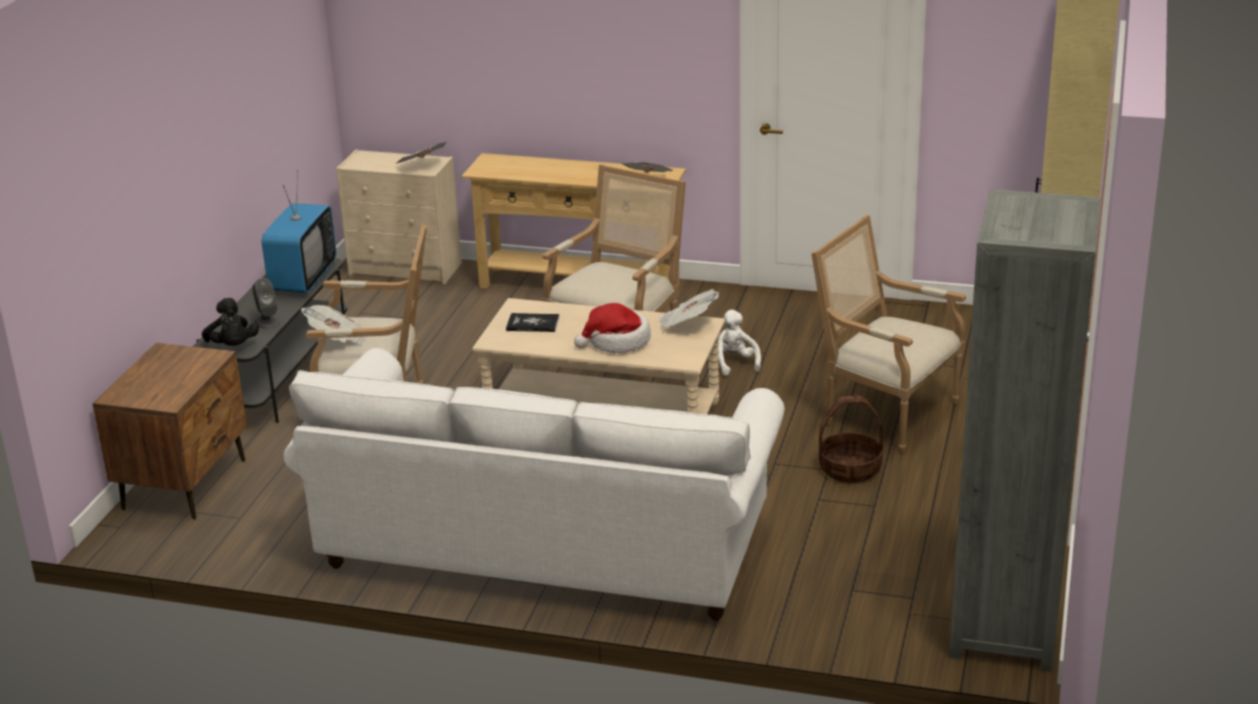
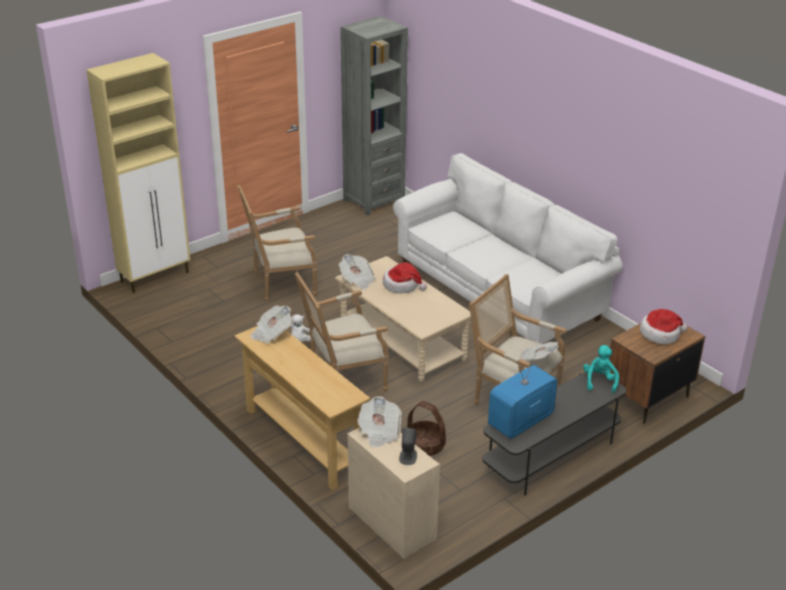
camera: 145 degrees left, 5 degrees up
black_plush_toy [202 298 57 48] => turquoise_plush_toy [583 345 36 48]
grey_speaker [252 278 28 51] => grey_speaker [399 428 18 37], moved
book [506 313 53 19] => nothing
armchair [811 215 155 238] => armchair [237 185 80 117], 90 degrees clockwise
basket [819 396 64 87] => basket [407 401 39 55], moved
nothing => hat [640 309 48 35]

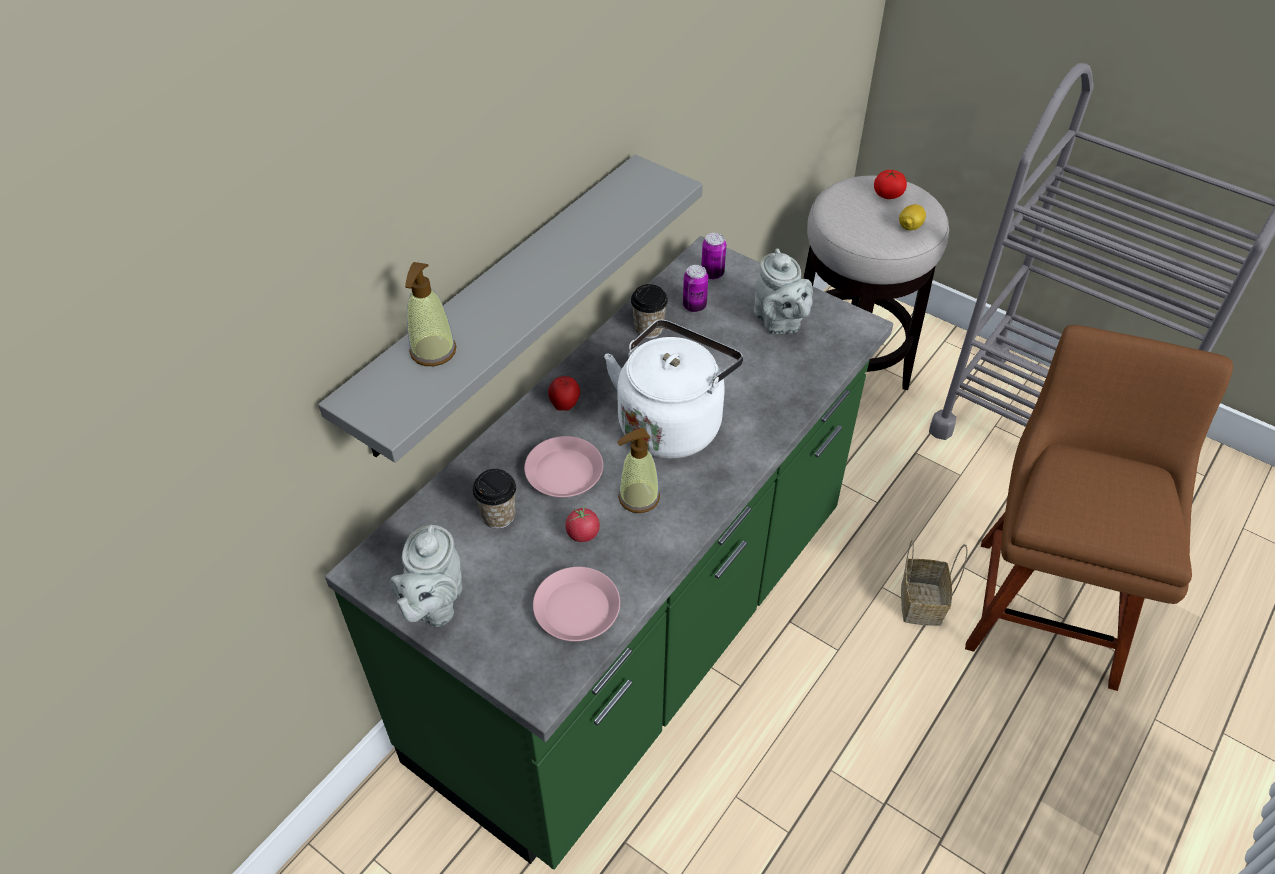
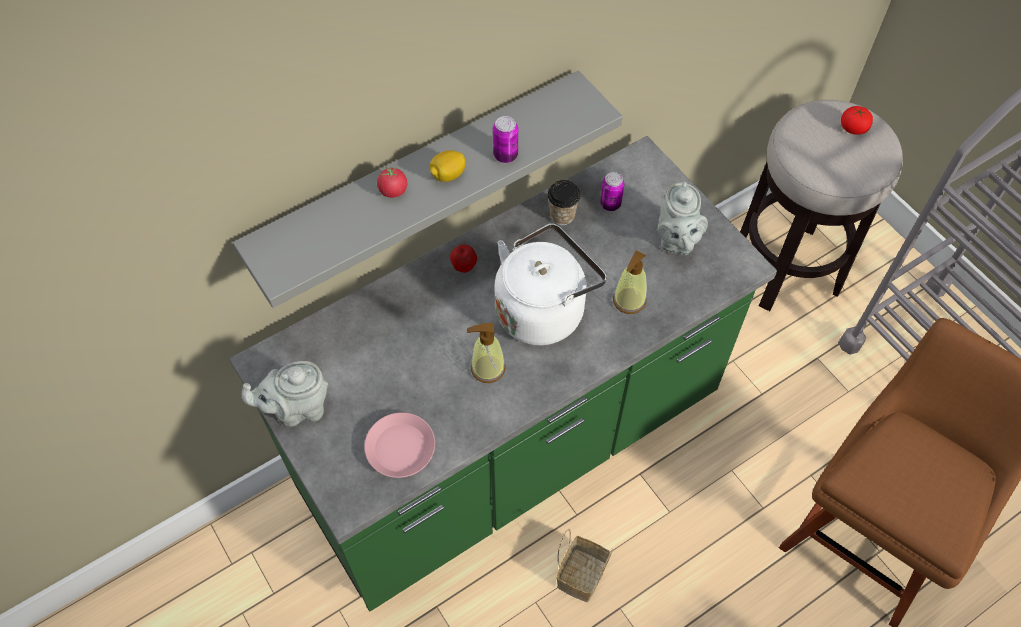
camera: 20 degrees right, 10 degrees up
grey_teapot [390 525 72 102] => grey_teapot [241 361 87 66], 45 degrees clockwise
soap_dispenser [405 262 52 104] => soap_dispenser [613 250 34 64], moved
cup [473 469 43 60] => nothing
pink_plate [524 436 79 61] => nothing
tomato [565 504 35 38] => tomato [377 166 30 32], moved
can [701 233 25 46] => can [493 116 25 47], moved
lemon [899 204 27 27] => lemon [430 150 36 32], moved
basket [901 540 66 86] => basket [556 529 57 73], moved

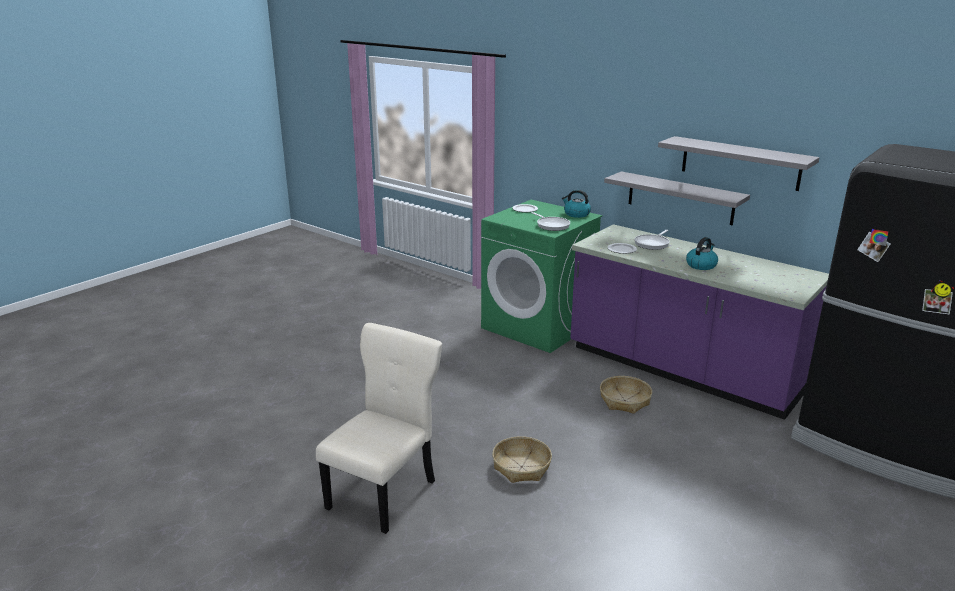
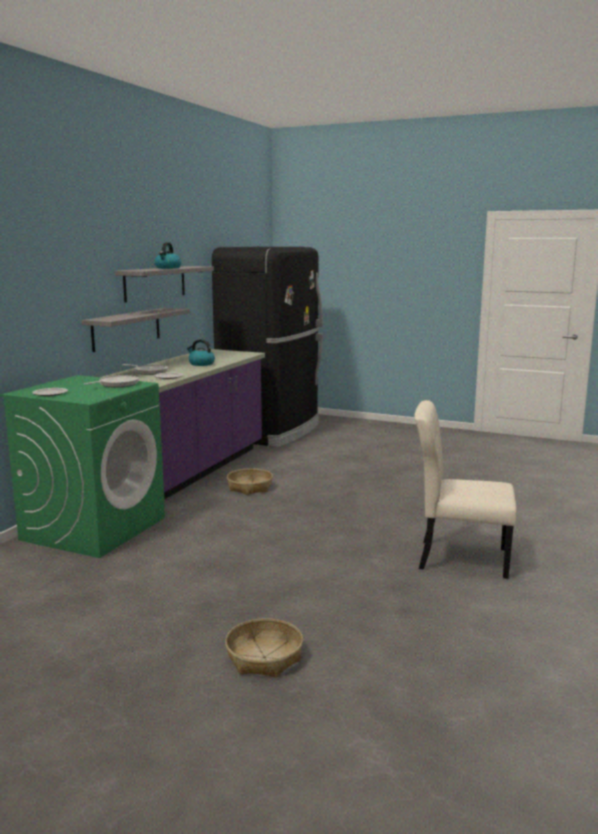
camera: 105 degrees left, 10 degrees down
basket [492 436 60 47] => basket [225 618 78 59], moved
kettle [562 190 29 28] => kettle [155 242 26 27], moved

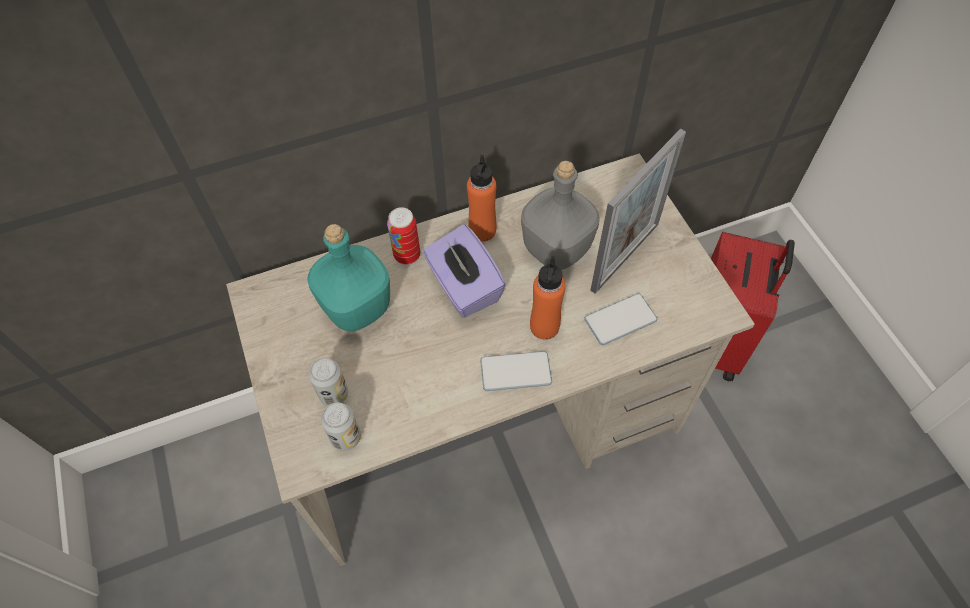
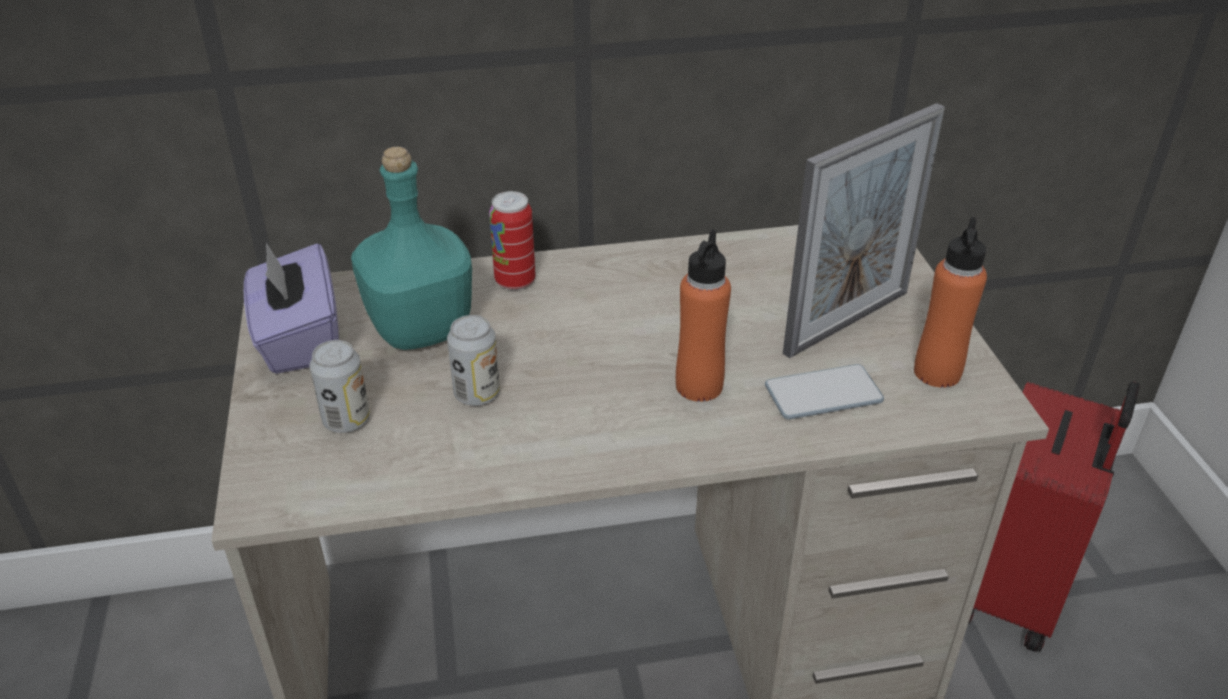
camera: 10 degrees right, 20 degrees down
can [321 402 40 49] => can [447 315 53 91], moved
purple_tissue_box [423 224 83 94] => purple_tissue_box [244 243 95 131], moved
orange_bottle [467 155 30 87] => orange_bottle [914 217 73 171], moved
phone [480 351 72 40] => nothing
grey_bottle [521 161 79 109] => nothing

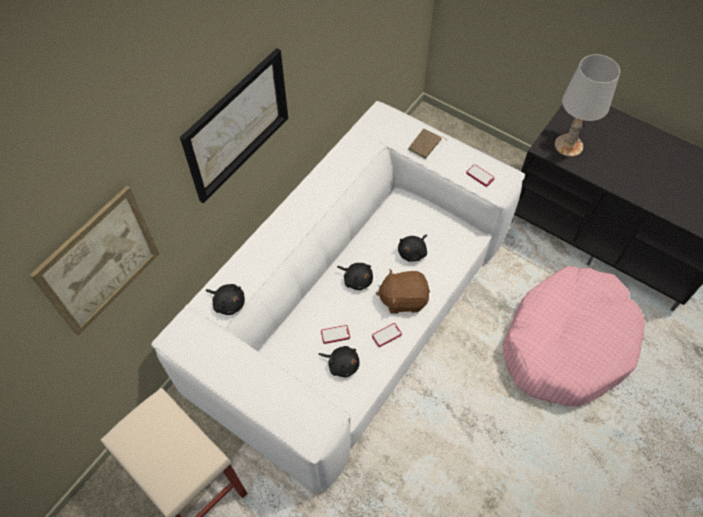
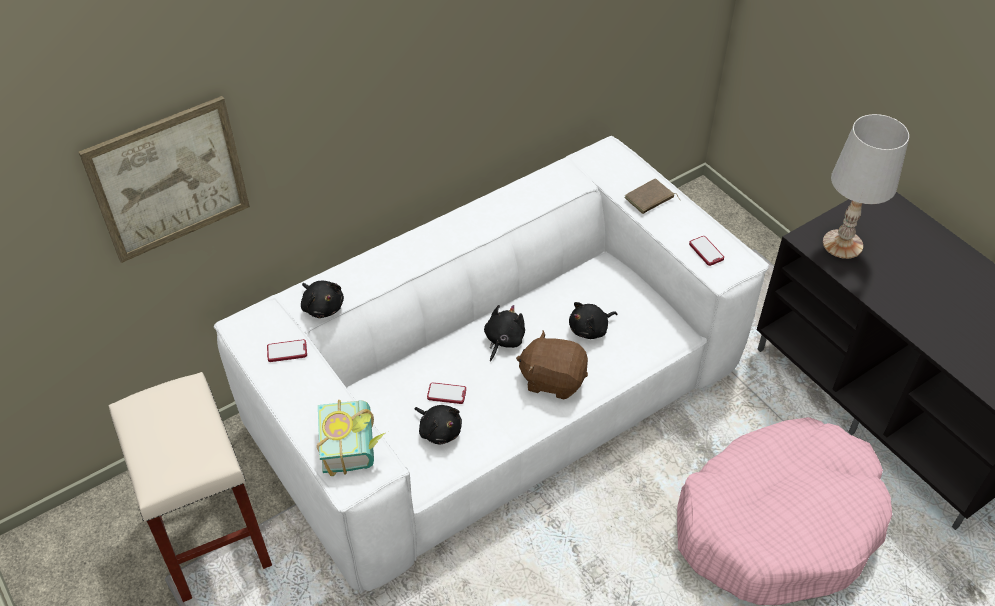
camera: 20 degrees right, 10 degrees down
picture [180 48 108 156] => nothing
black_plush_toy [337 263 36 27] => black_plush_toy [484 305 41 57], 120 degrees counterclockwise
phone [372 323 30 24] => phone [267 339 40 23], moved
nothing => book [317 400 68 76]

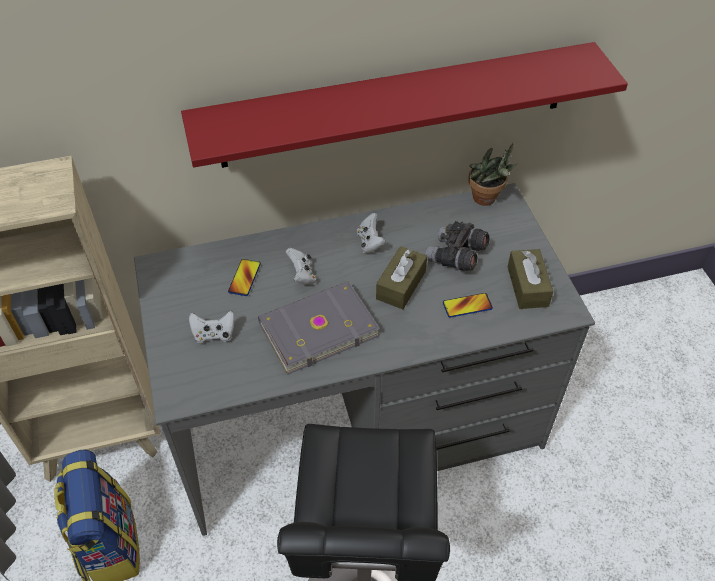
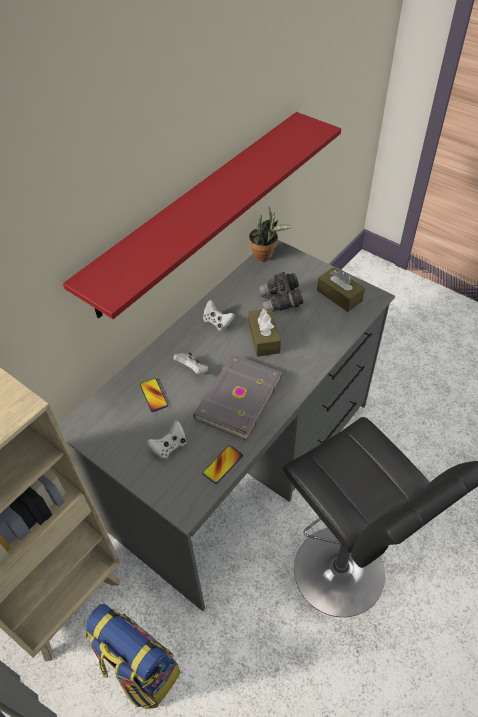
camera: 35 degrees left, 0 degrees up
phone [443 293 50 25] => phone [202 445 41 39], moved

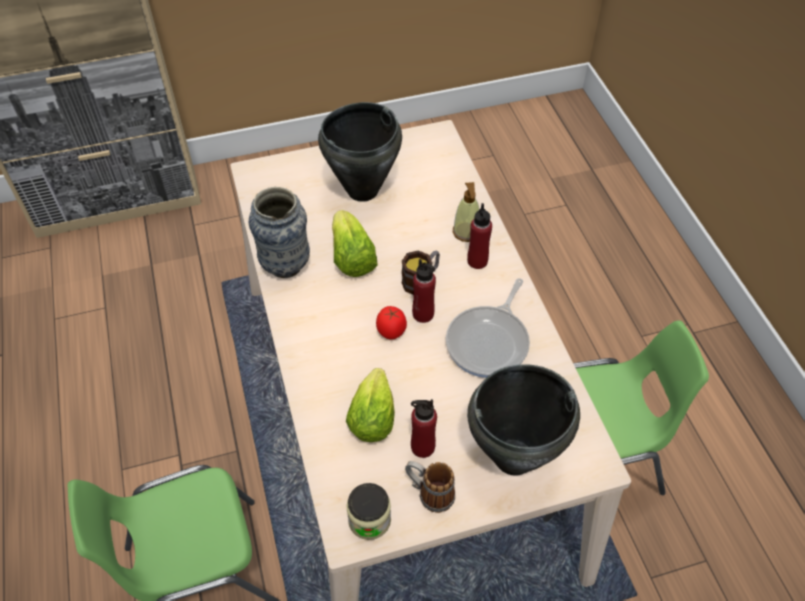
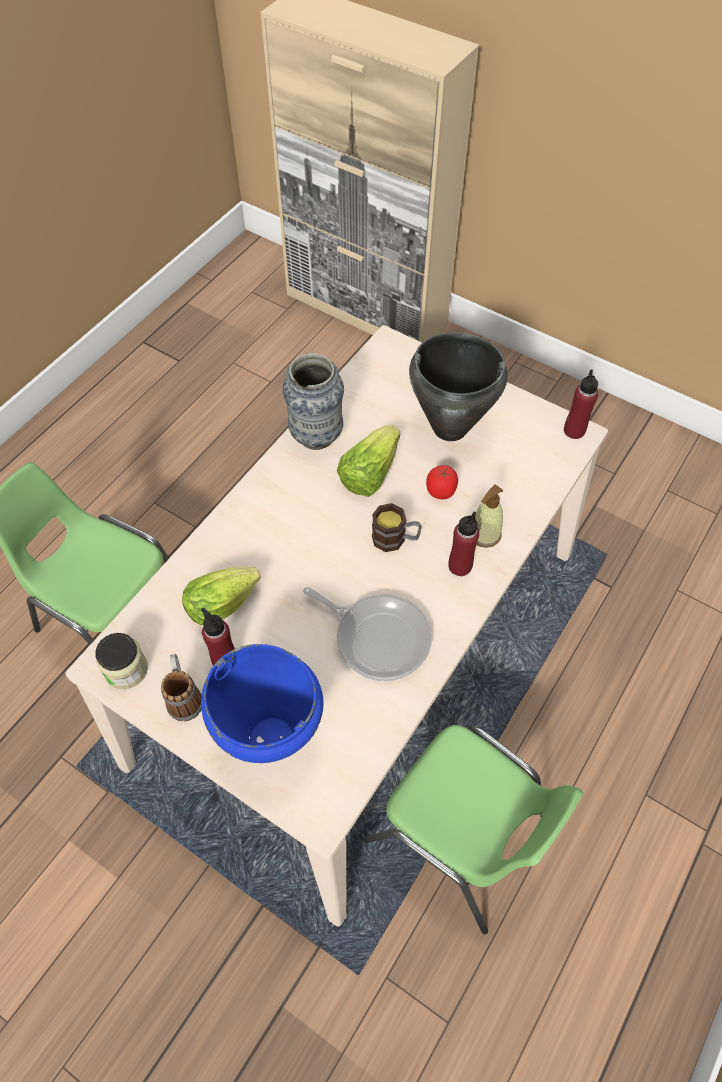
camera: 50 degrees right, 5 degrees up
tomato [376 306 31 34] => tomato [426 465 32 34], moved
red_bottle [412 259 24 64] => red_bottle [564 370 34 69], moved
frying_pan [446 278 84 100] => frying_pan [303 587 129 94], 135 degrees counterclockwise
black_cooking_pot [467 364 113 112] => blue_cooking_pot [201 644 123 119]

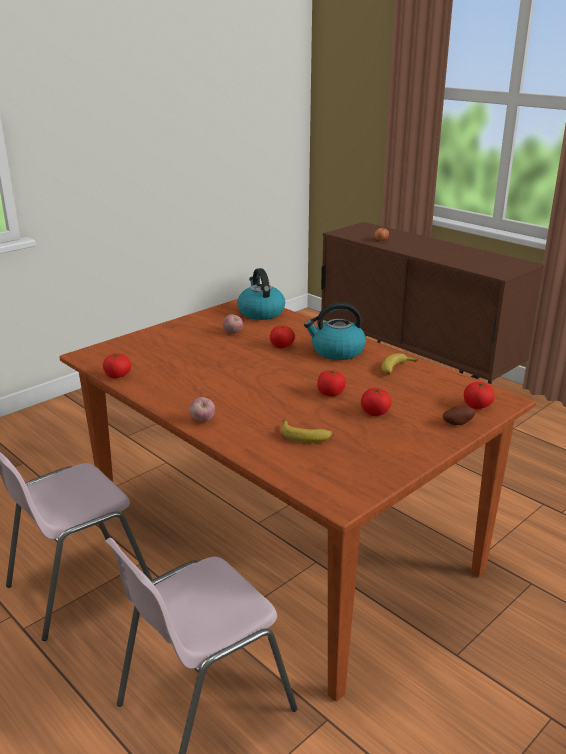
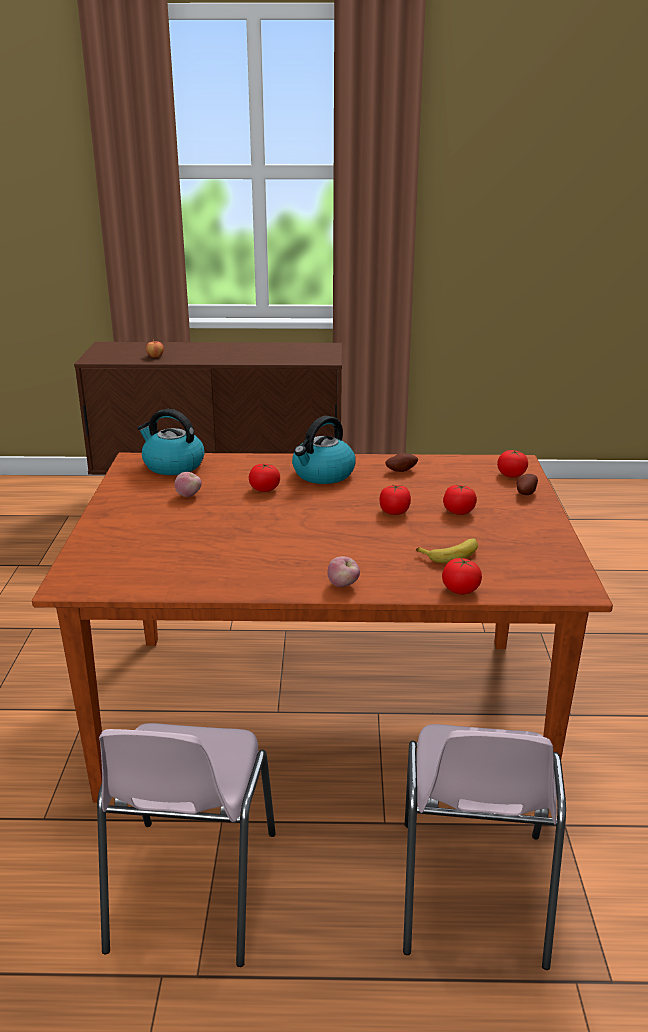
camera: 45 degrees left, 0 degrees up
tomato [103 353 28 25] => tomato [442 558 40 37], moved
banana [381 353 37 22] => potato [385 453 33 19]

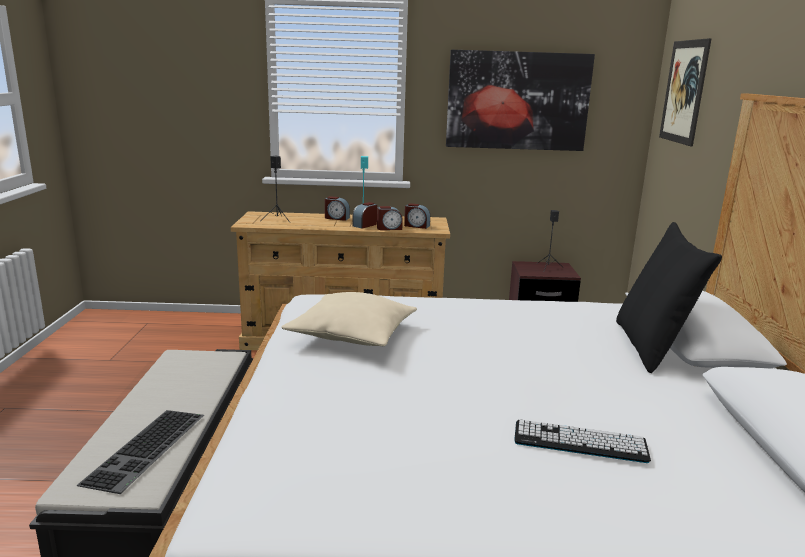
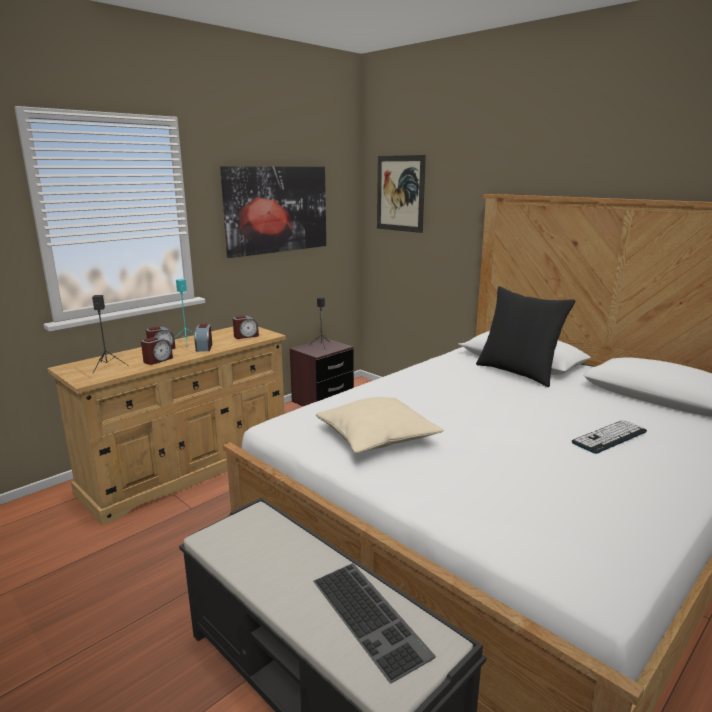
camera: 45 degrees left, 0 degrees up
alarm_clock [377 206 26 24] => alarm_clock [141 337 32 28], moved

